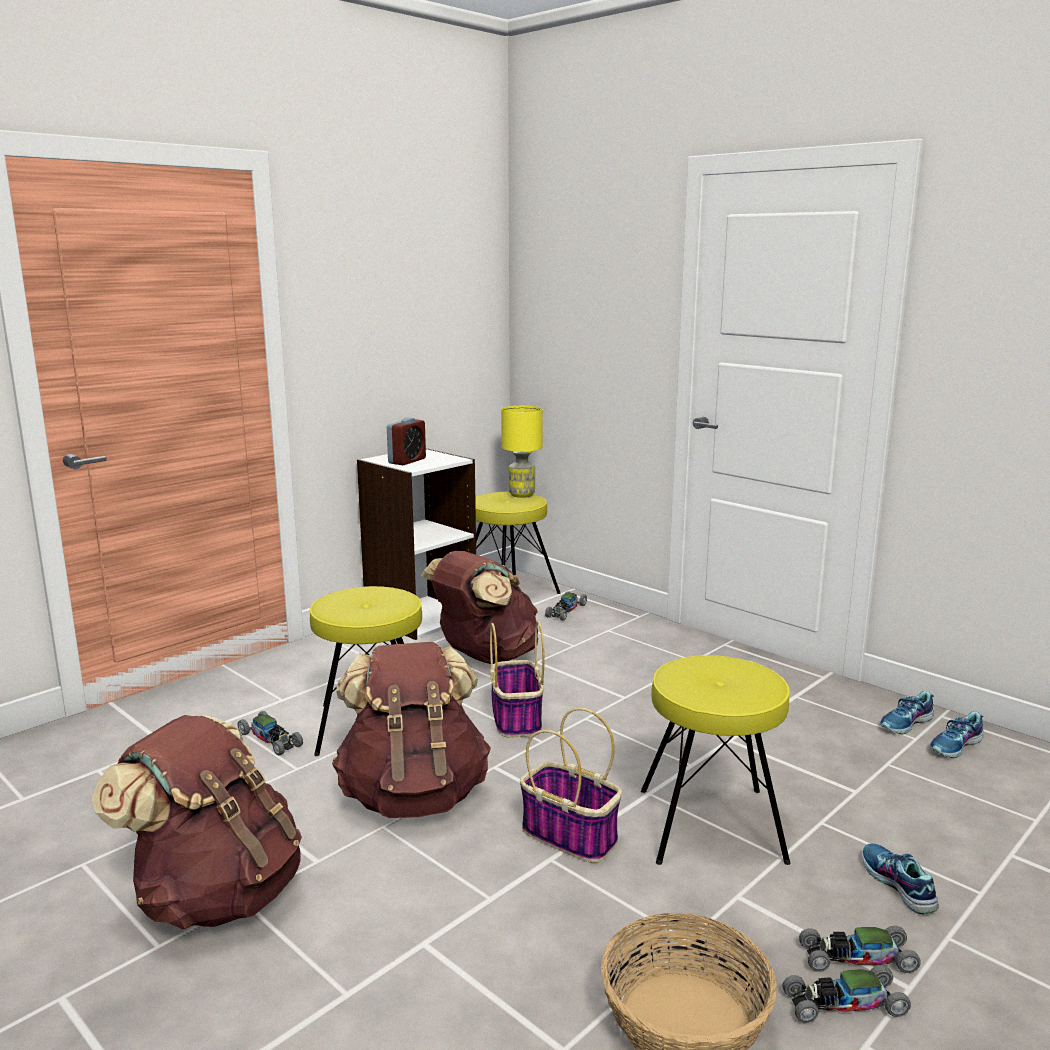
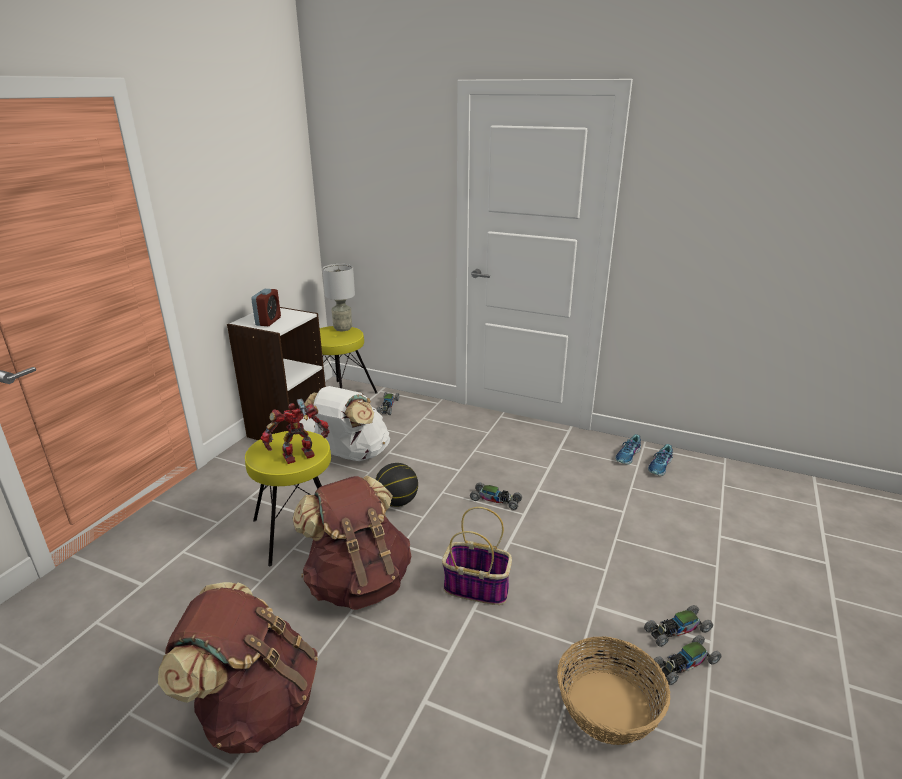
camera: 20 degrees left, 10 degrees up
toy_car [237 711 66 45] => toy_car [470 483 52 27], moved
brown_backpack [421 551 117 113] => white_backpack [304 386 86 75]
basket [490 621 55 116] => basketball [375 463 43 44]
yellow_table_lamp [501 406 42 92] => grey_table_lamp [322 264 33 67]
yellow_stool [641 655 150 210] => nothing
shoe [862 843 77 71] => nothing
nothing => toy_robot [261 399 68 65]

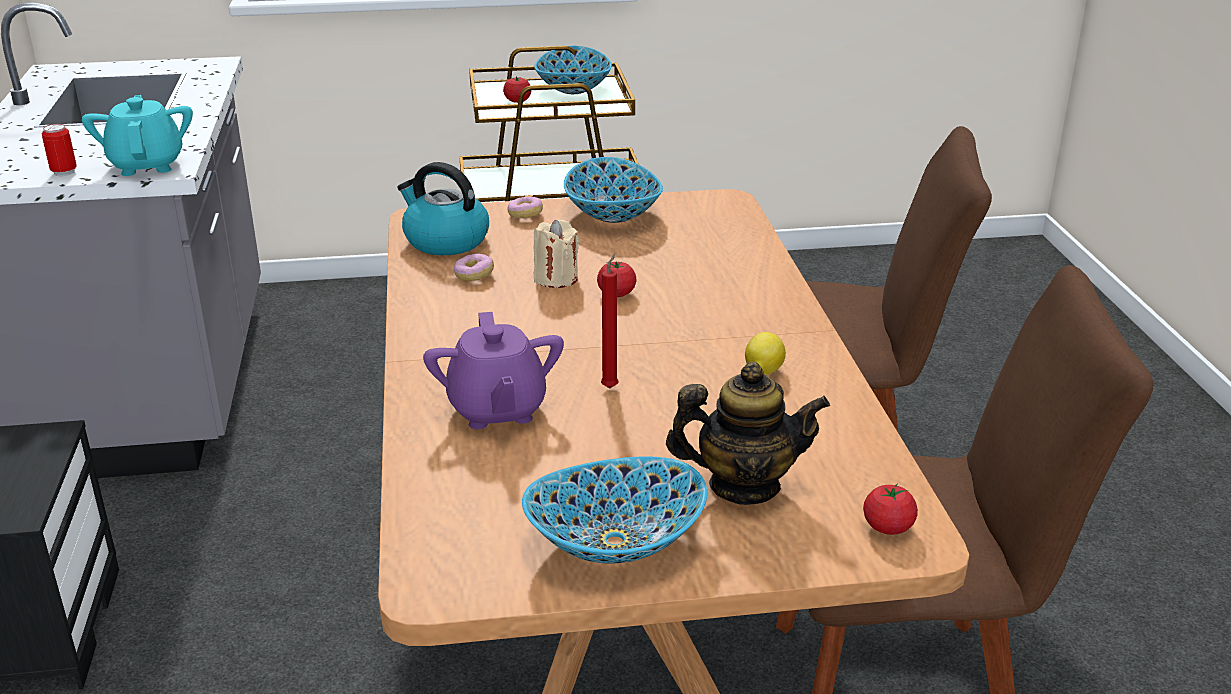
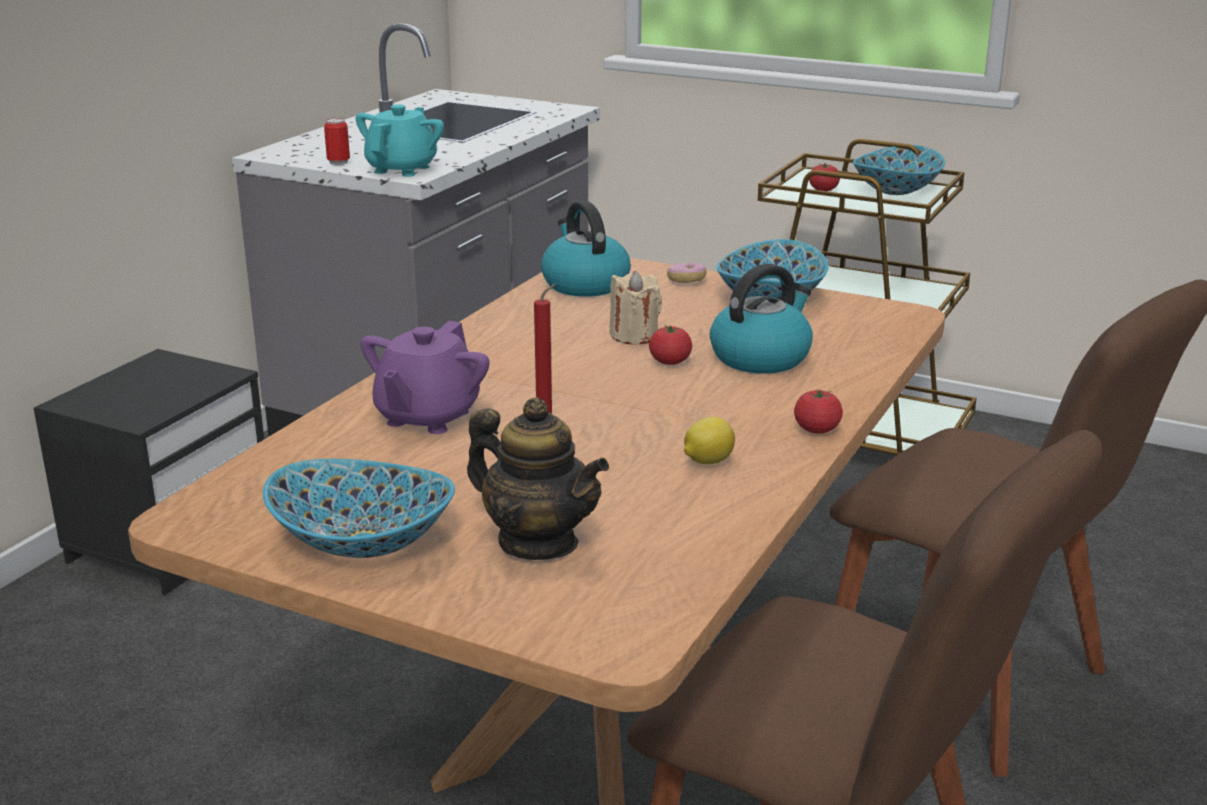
camera: 35 degrees right, 5 degrees down
donut [454 254 40 27] => nothing
tomato [863 483 55 52] => tomato [794 389 49 45], moved
nothing => kettle [710 264 103 110]

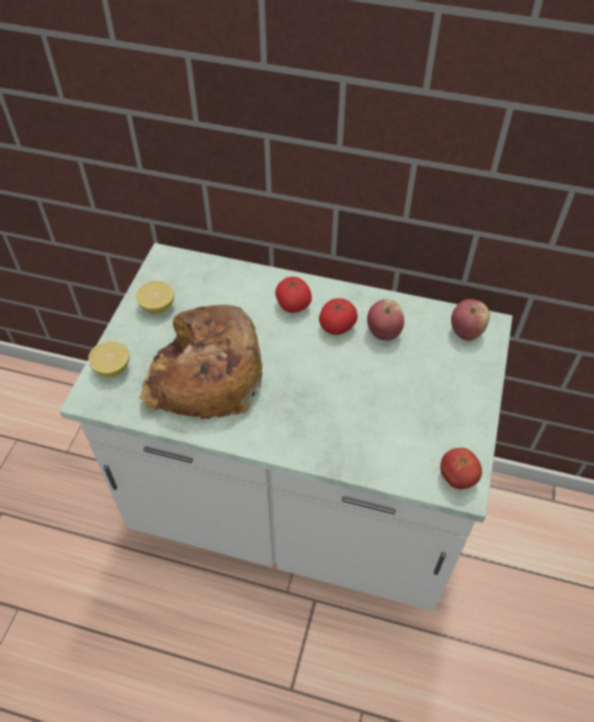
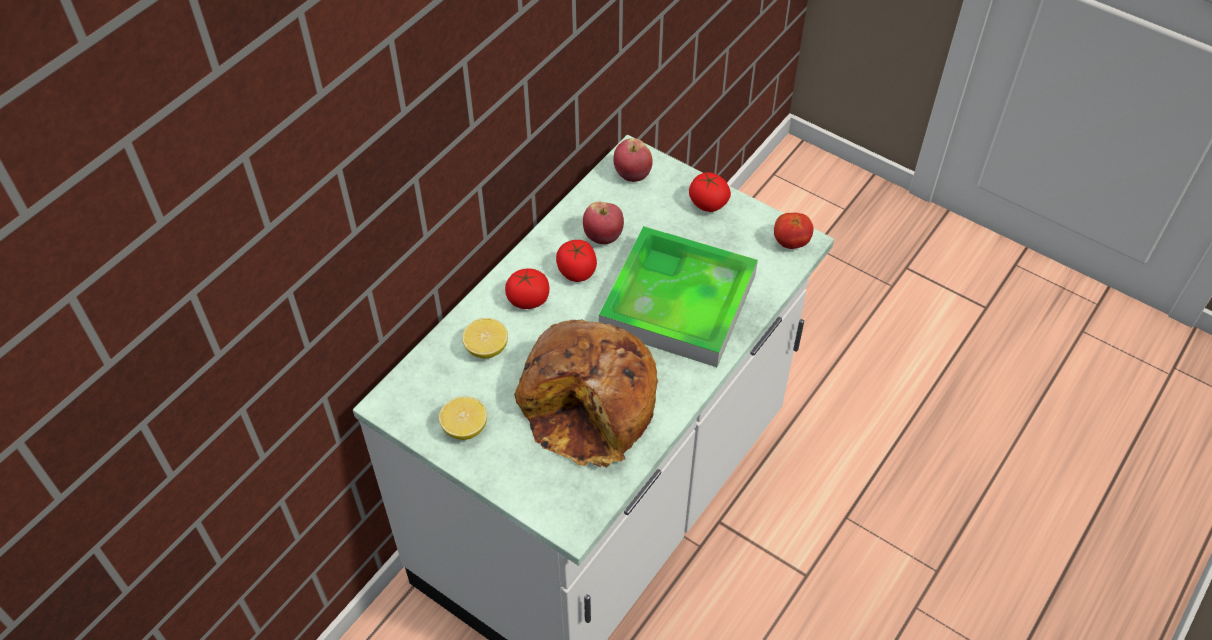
camera: 70 degrees left, 0 degrees up
lemon [88 341 42 36] => lemon [462 318 46 40], moved
nothing => tray [599 226 159 141]
nothing => tomato [689 172 42 40]

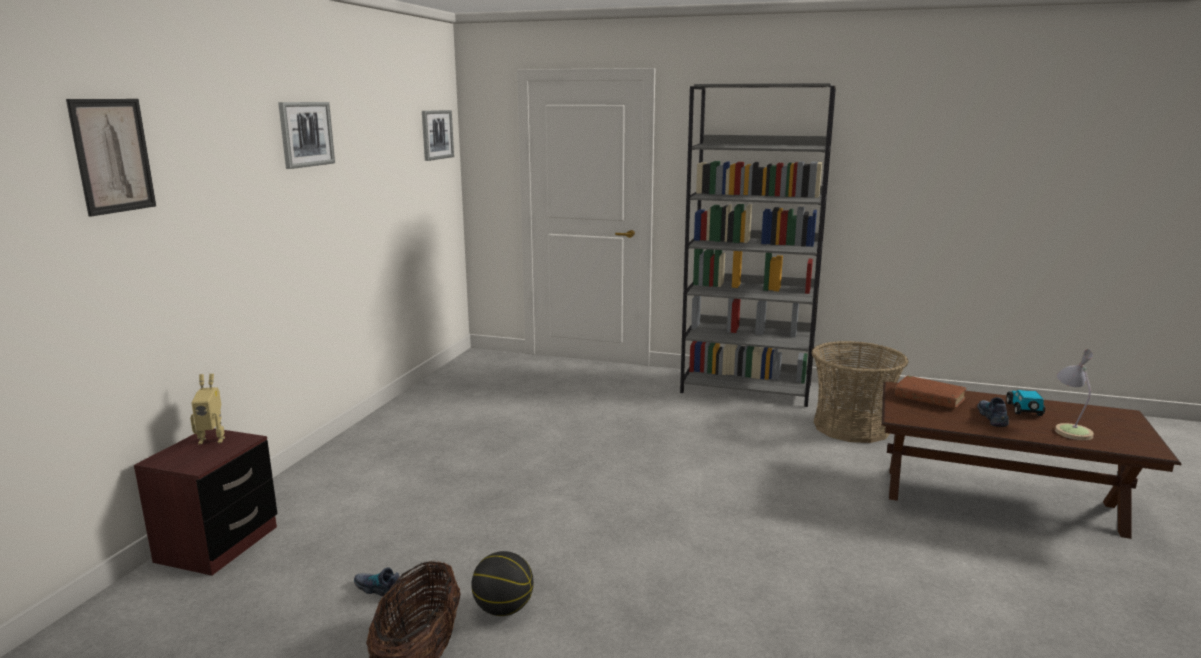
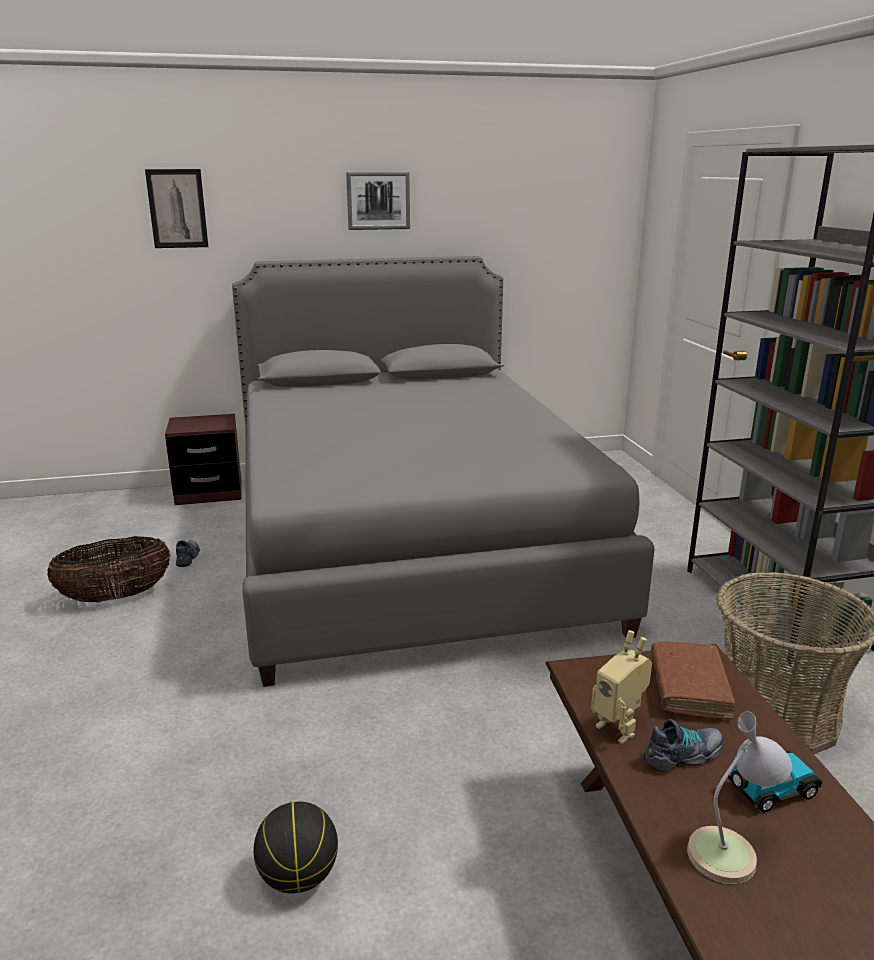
camera: 60 degrees right, 5 degrees up
toy_robot [190 374 35 70] => toy_robot [591 630 61 114], moved
picture [422 110 32 51] => nothing
basketball [471 551 63 65] => basketball [253 802 85 91], moved
nothing => grey_bed [232 256 423 431]

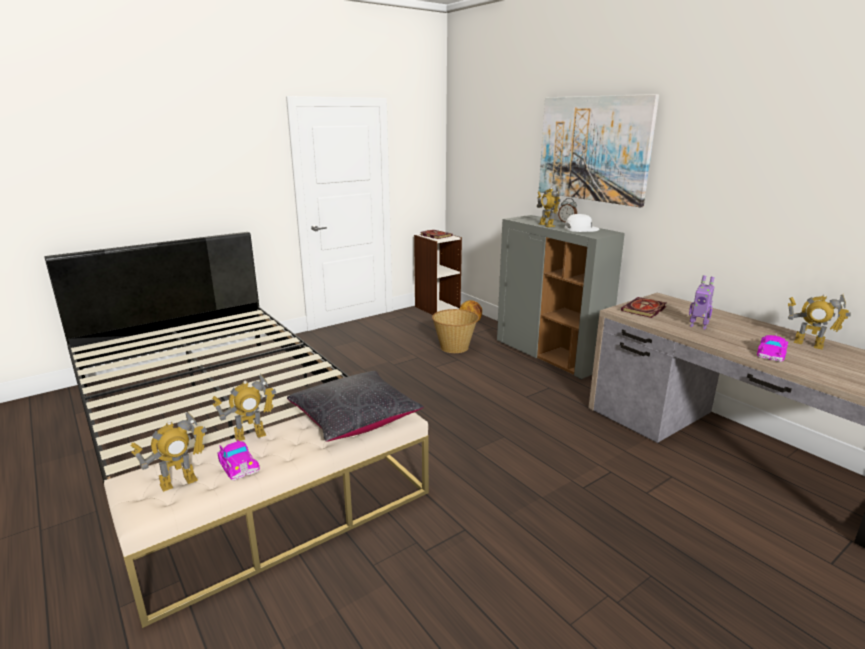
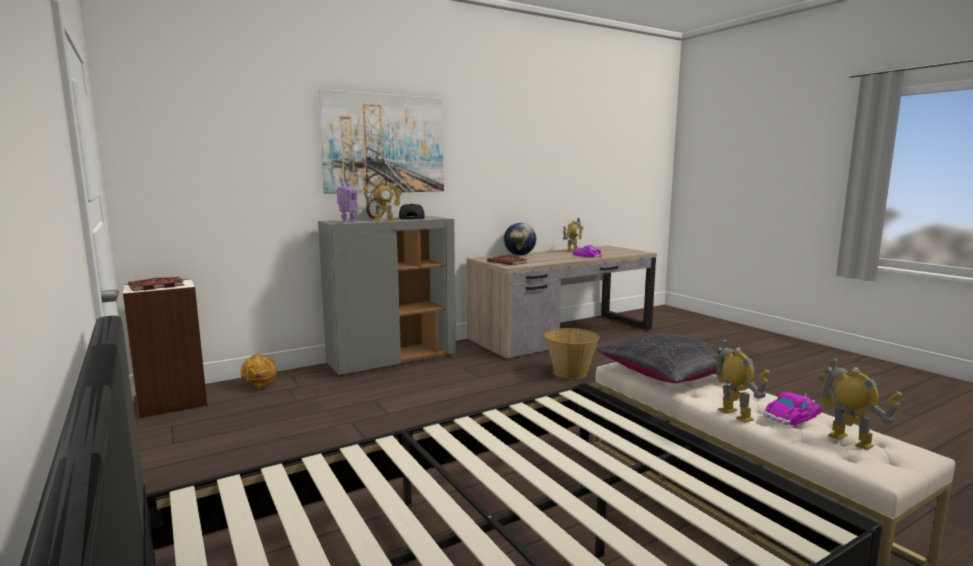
camera: 85 degrees left, 10 degrees down
basket [432 309 47 44] => basket [544 328 55 51], moved
white_cap [565 214 34 18] => black_cap [399 203 25 16]
toy_robot [689 275 26 55] => toy_robot [337 178 21 45], moved
nothing => globe [504 223 32 32]

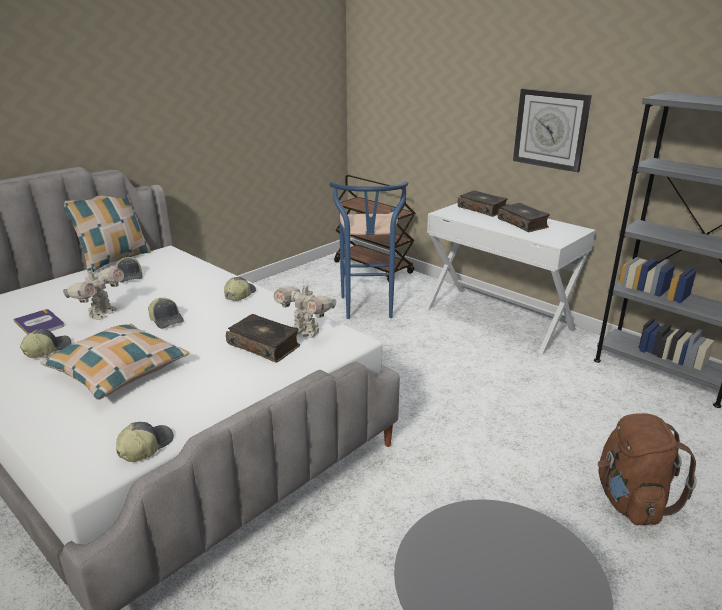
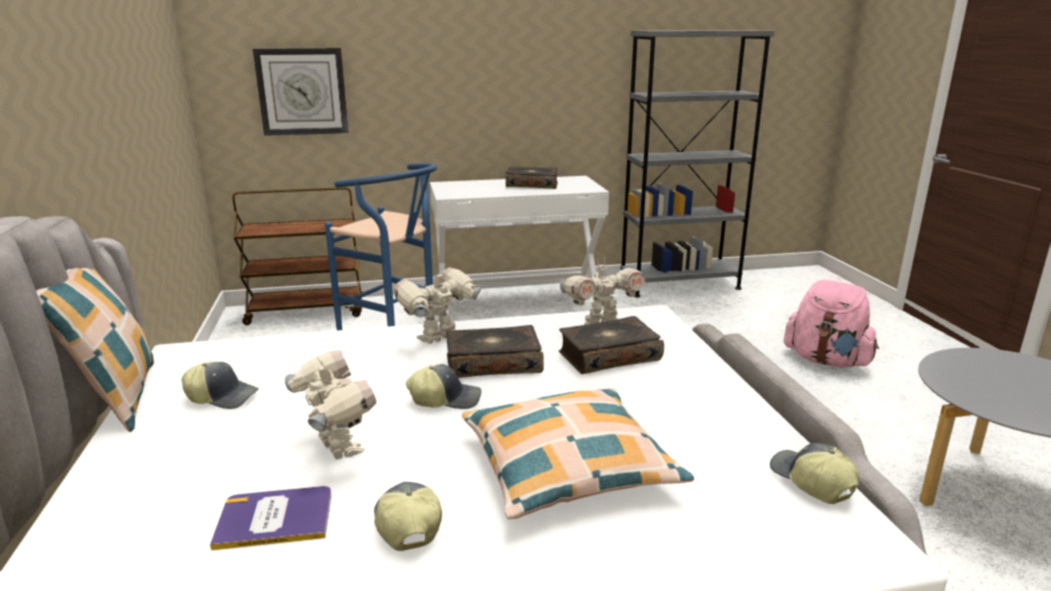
camera: 55 degrees left, 5 degrees down
cap [224 277 32 24] => toy_robot [393 267 88 77]
book [458 190 50 27] => book [446 325 98 53], moved
wall_clock [513 88 79 85] => wall_clock [253 48 96 88], moved
brown_backpack [598 413 99 113] => pink_backpack [784 280 95 87]

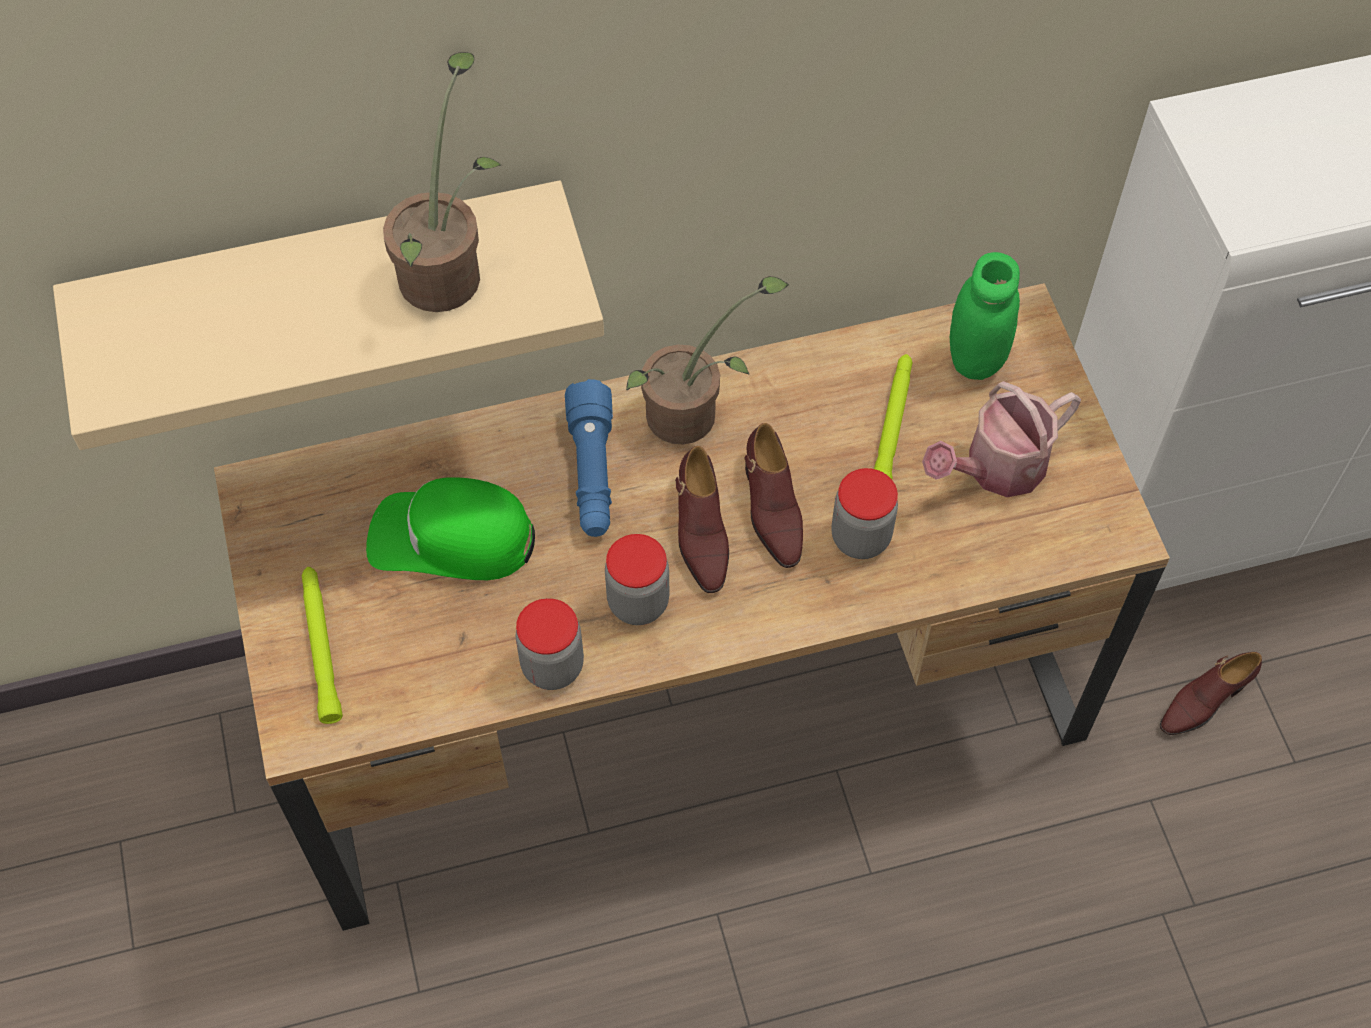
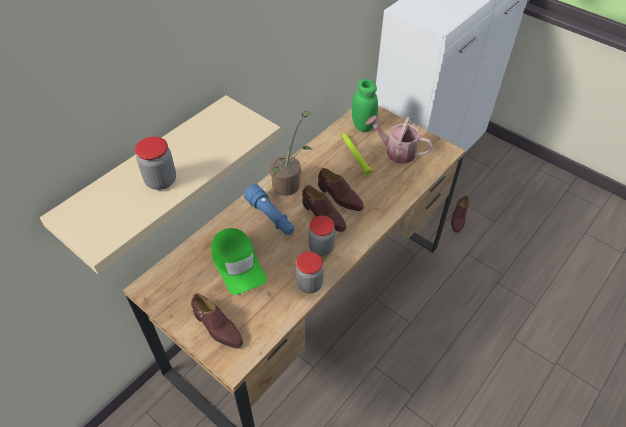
camera: 35 degrees left, 10 degrees down
green_flashlight [302 567 41 157] => brown_shoe [191 293 52 56]
green_cap [366 477 169 103] => green_cap [211 228 56 67], 90 degrees counterclockwise
potted_plant [383 52 119 260] => nothing
jar [831 468 67 91] => jar [135 137 41 53], moved
watering_can [922 381 159 116] => watering_can [366 115 67 49], 90 degrees clockwise

